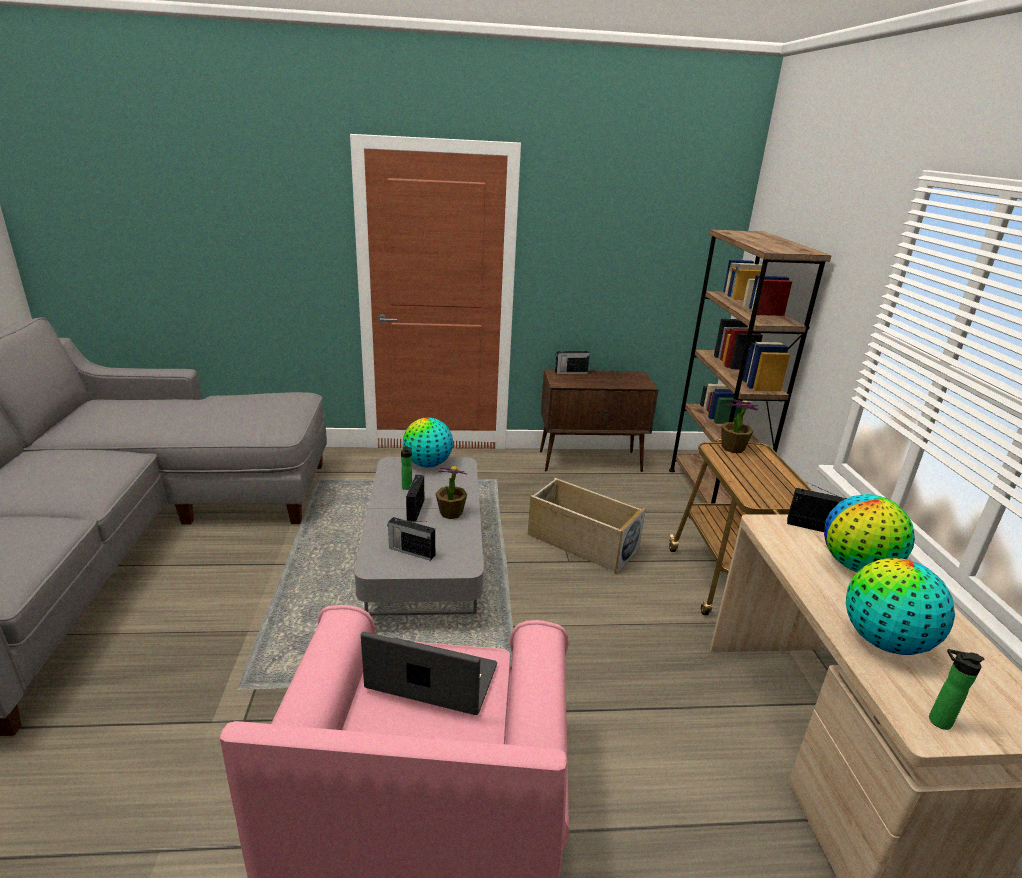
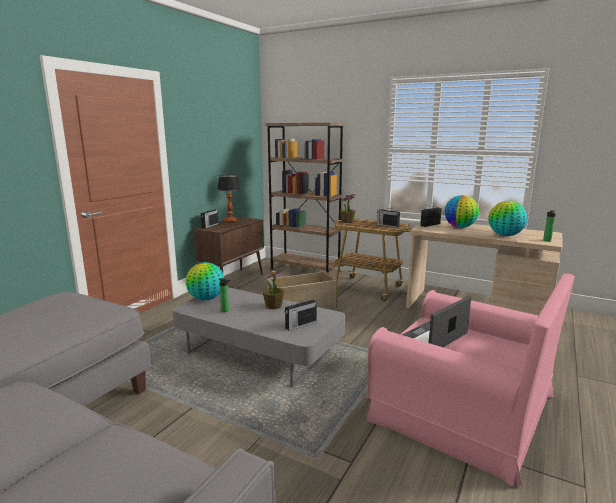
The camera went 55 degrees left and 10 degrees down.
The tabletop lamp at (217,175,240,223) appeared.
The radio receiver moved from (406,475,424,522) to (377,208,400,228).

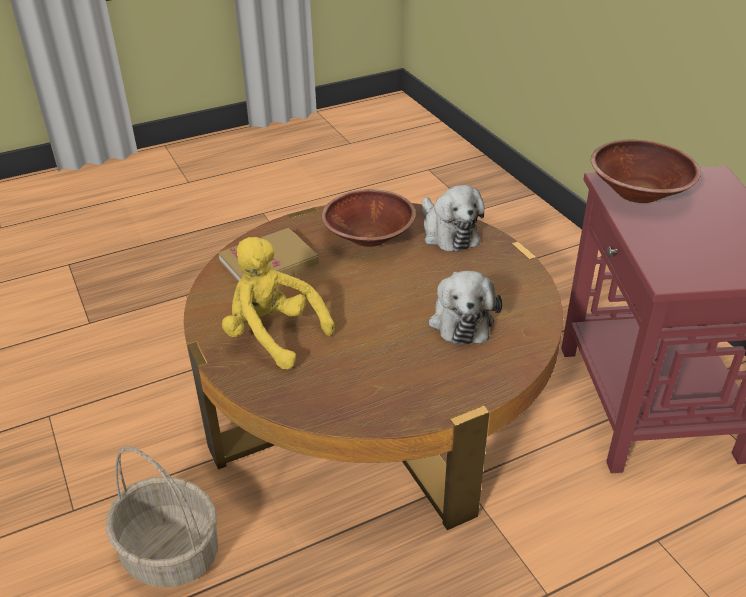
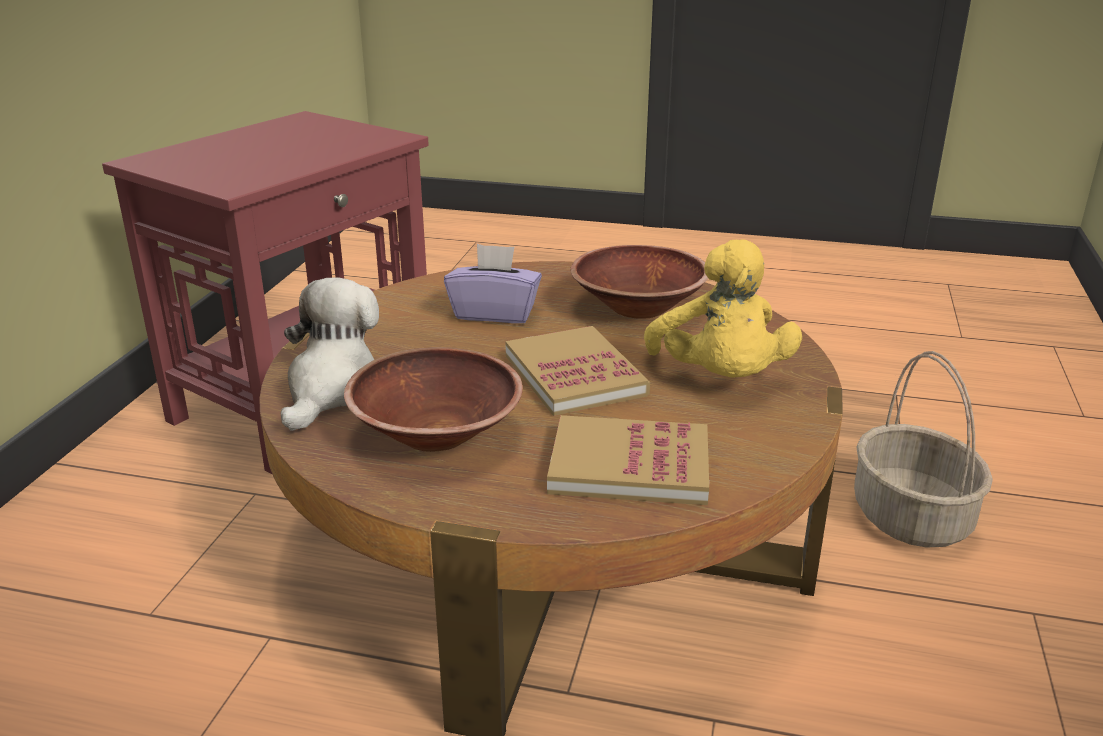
The camera went 140 degrees left and 10 degrees down.
The plush toy at (429,271,502,345) was replaced by the purplish tissue holder at (444,244,542,323).
The book at (505,326,650,416) appeared.
The brown deep dish moved from (591,140,701,203) to (570,245,708,319).

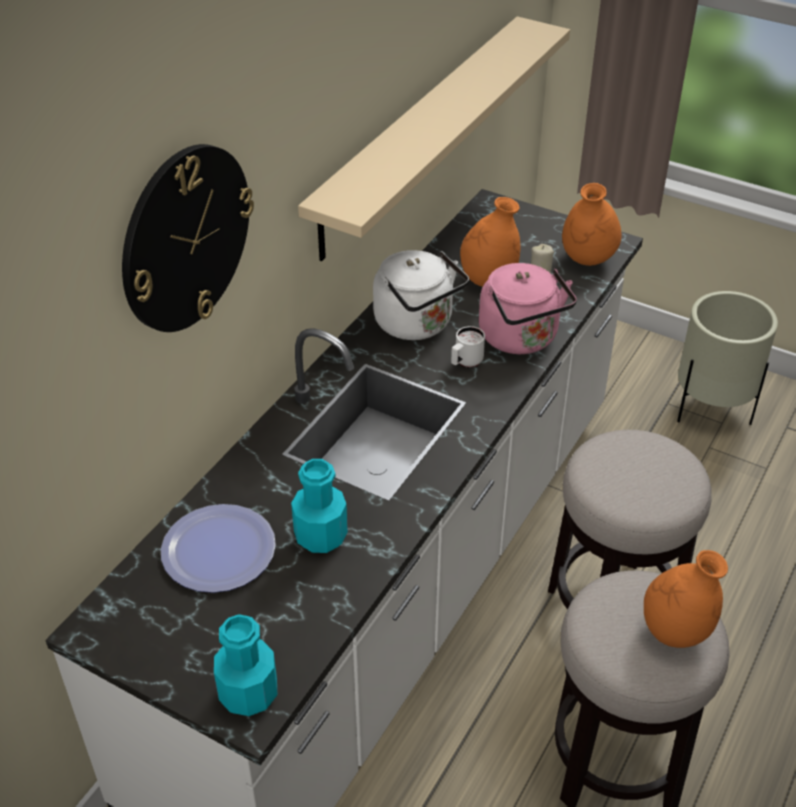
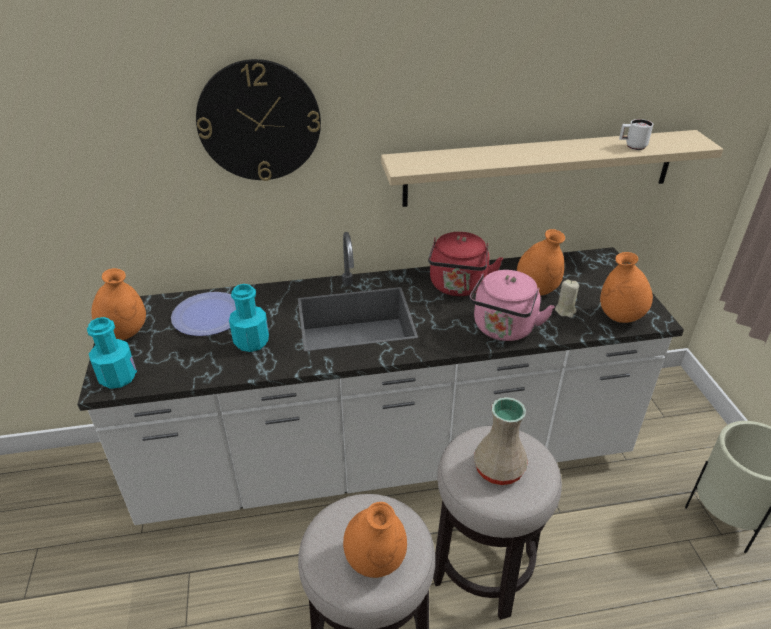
The camera went 50 degrees right and 5 degrees down.
The orange vase at (91,268,146,340) appeared.
The white water kettle at (373,250,469,340) became the reddish water kettle at (428,232,503,296).
The beige vase at (474,397,528,485) appeared.
The white mug moved from (451,326,485,368) to (619,119,653,150).

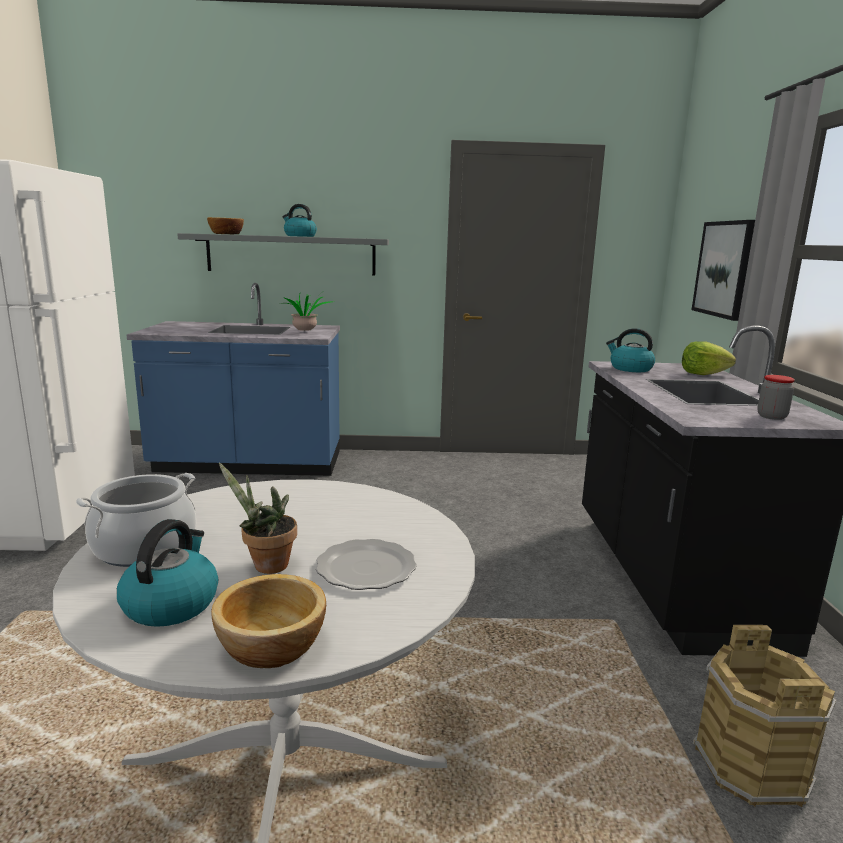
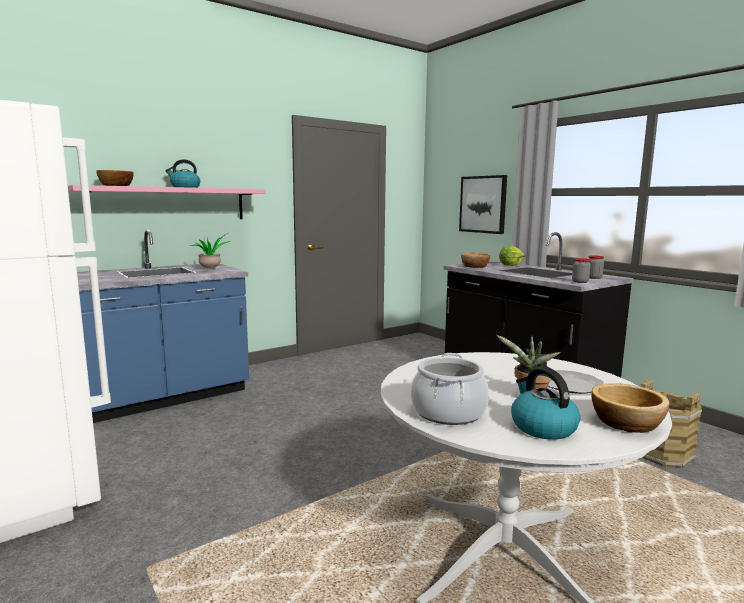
The camera went 35 degrees left and 5 degrees down.
The grey wall shelf at (177,233,389,276) became the pinkish wall shelf at (68,185,266,219).
The water kettle at (606,328,655,372) was replaced by the deep dish at (461,253,490,268).
The storage jar at (572,258,591,283) appeared.

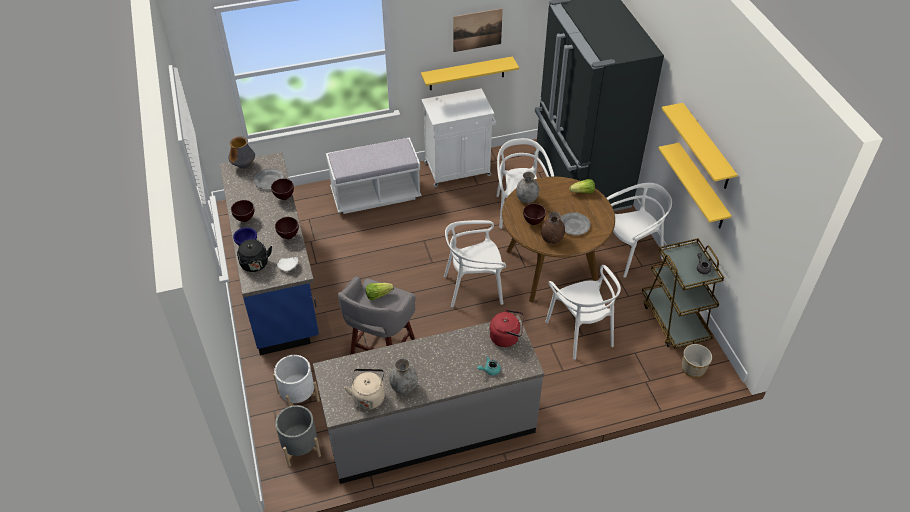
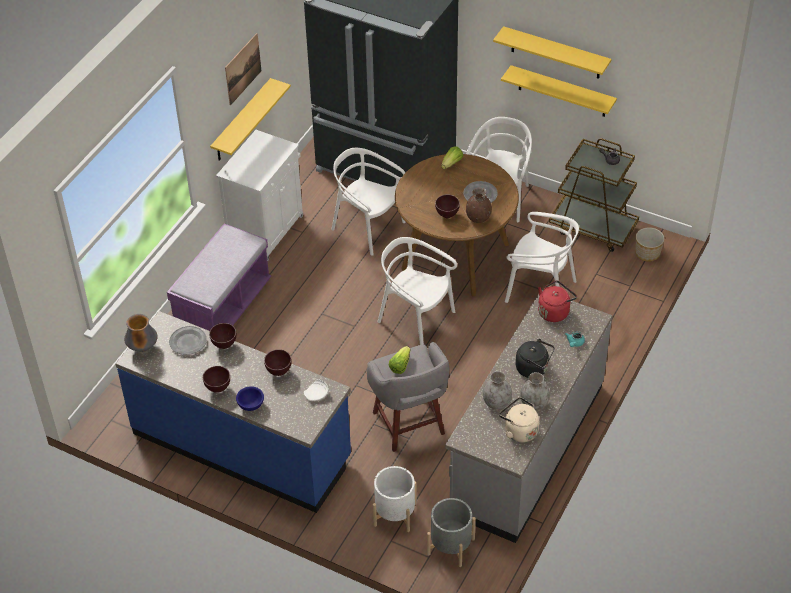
The camera went 45 degrees left and 0 degrees up.
The white bench at (326,137,421,214) became the purplish bench at (167,224,271,331).
The white chair at (444,220,506,307) turned 90 degrees clockwise.
The grey vase moved from (516,172,539,203) to (483,371,512,409).
The black-coloured water kettle moved from (237,239,272,272) to (516,339,554,378).

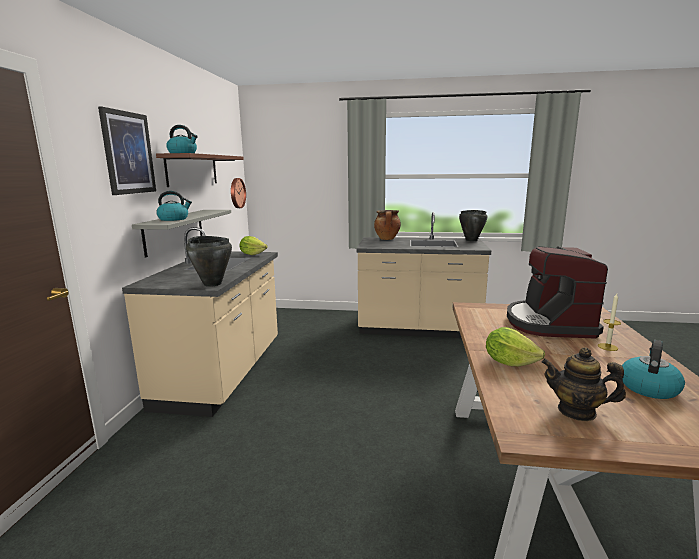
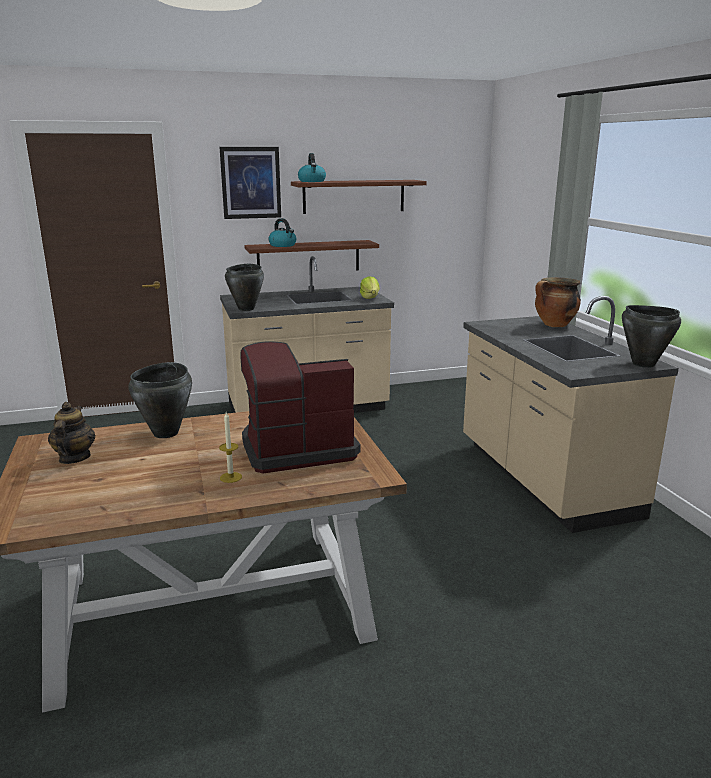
The camera went 65 degrees right and 5 degrees up.
The head of lettuce at (486,327,545,366) was replaced by the black-coloured cooking pot at (129,362,192,438).
The grey wall shelf at (132,210,231,258) became the brown wall shelf at (244,240,379,271).
The hanging clock at (231,178,246,208) disappeared.
The water kettle at (622,340,685,399) disappeared.

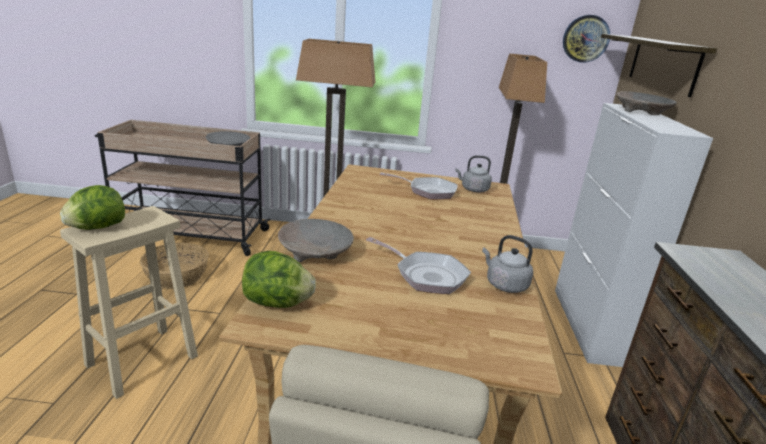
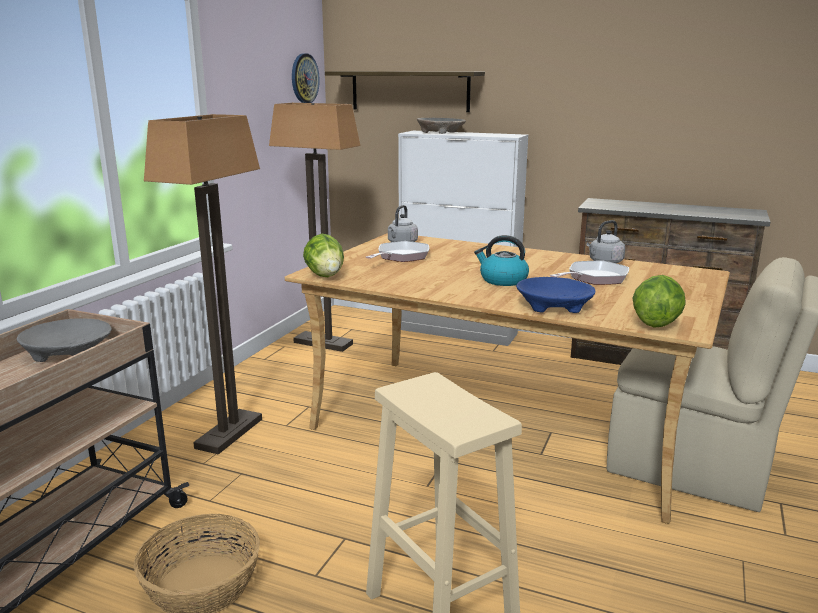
The camera went 70 degrees left and 5 degrees down.
The head of lettuce moved from (60,185,125,230) to (303,233,344,277).
The water kettle at (474,235,529,286) appeared.
The beige deep dish at (278,219,354,262) became the bluish deep dish at (516,277,595,313).

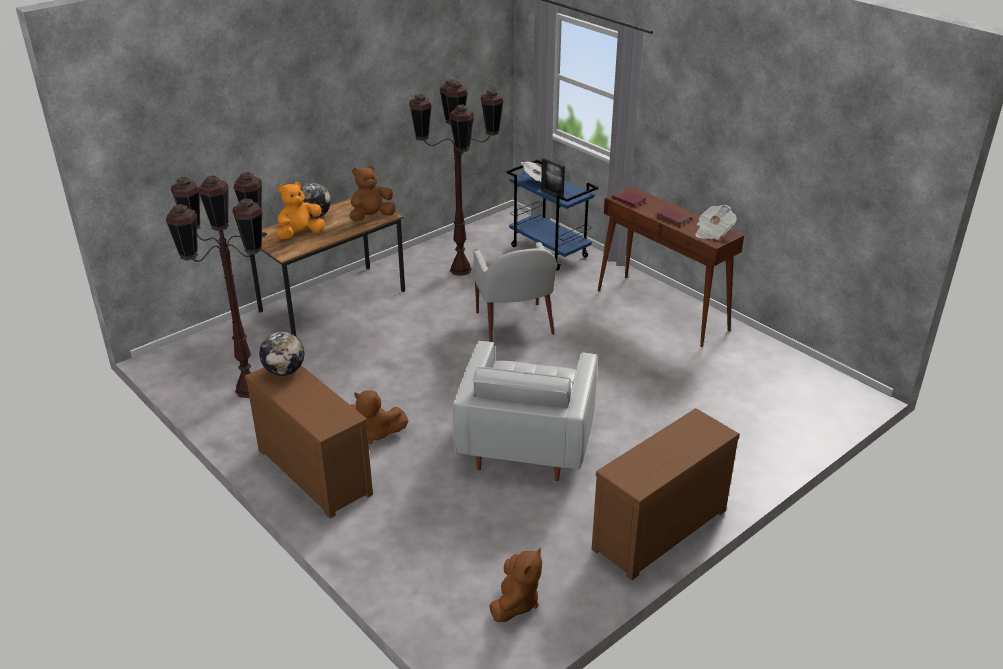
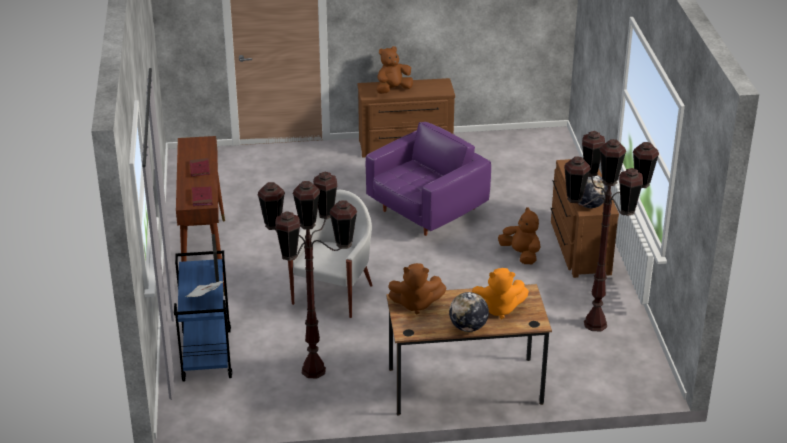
The camera went 145 degrees left and 0 degrees up.
The white easy chair at (453,341,597,481) became the purplish easy chair at (366,122,491,236).
The brown plush toy moved from (489,548,542,622) to (377,46,413,94).
The printed paper at (695,205,737,240) disappeared.

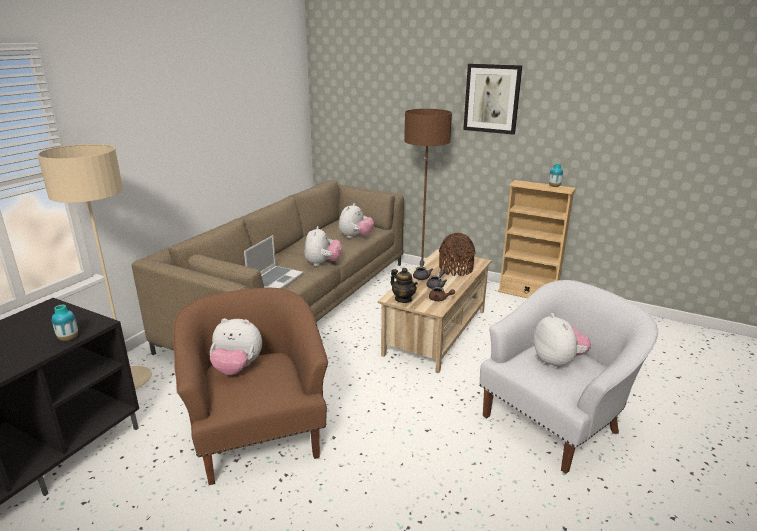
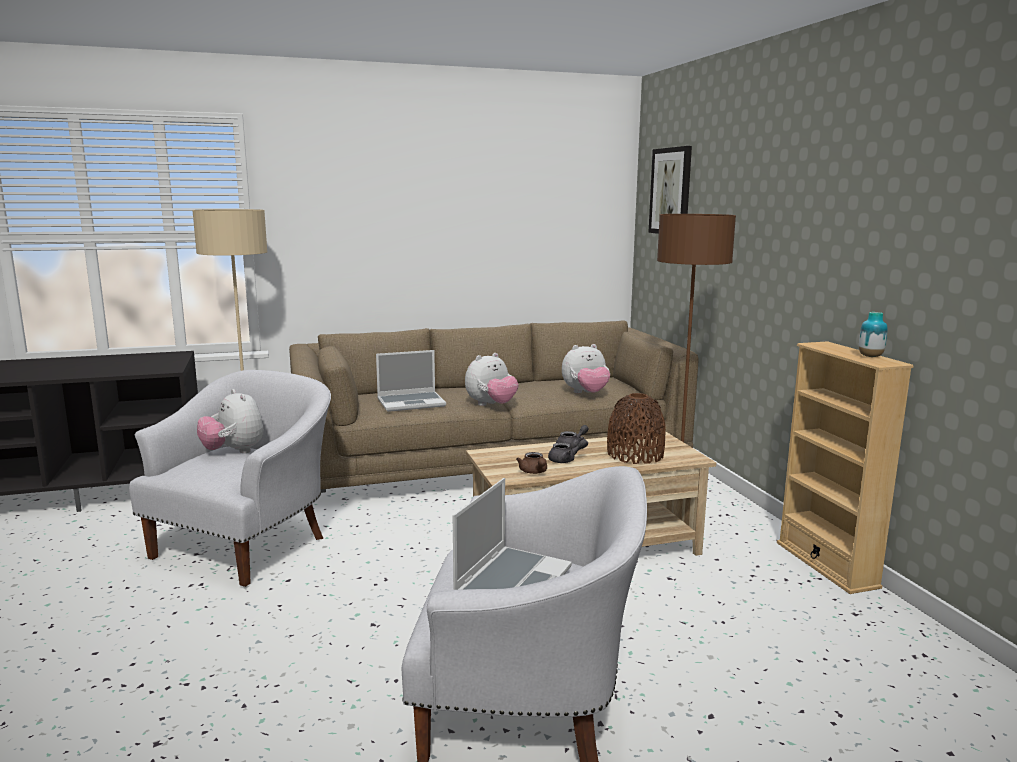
The camera went 45 degrees right and 10 degrees down.
The brown easy chair at (173,288,328,485) became the white easy chair at (129,370,331,587).
The plush toy at (534,313,591,369) was replaced by the notebook computer at (453,478,572,590).
The wall picture moved from (463,63,522,135) to (648,146,692,234).
The vase at (52,305,78,341) disappeared.
The tea pot at (391,268,418,303) disappeared.

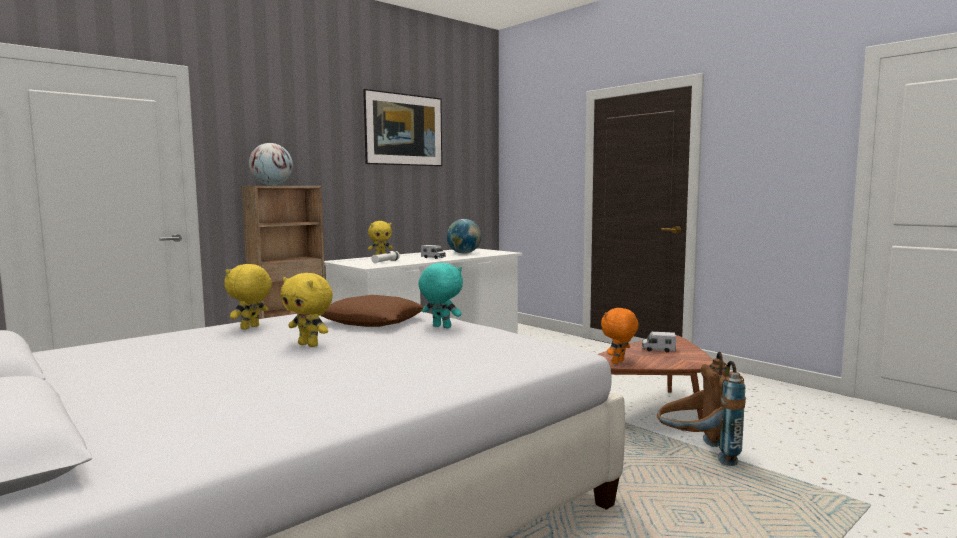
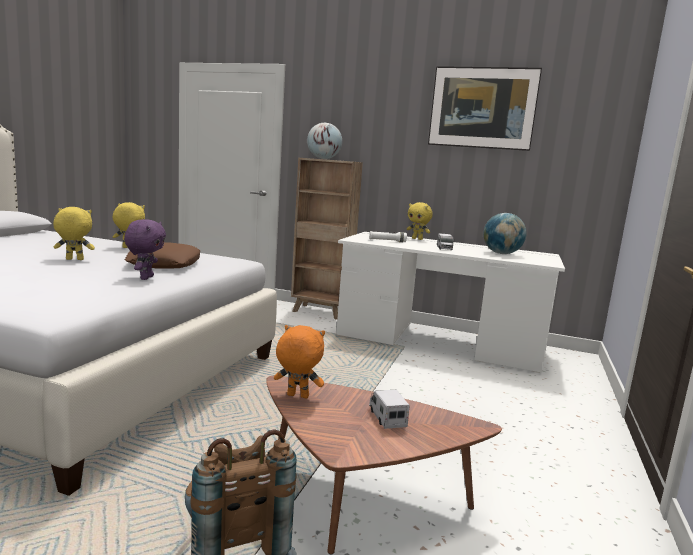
The camera went 60 degrees right and 5 degrees up.
The yellow plush toy at (281,273,333,347) turned 75 degrees clockwise.
The turquoise-coloured plush toy at (418,263,463,328) became the purplish plush toy at (124,219,166,280).

